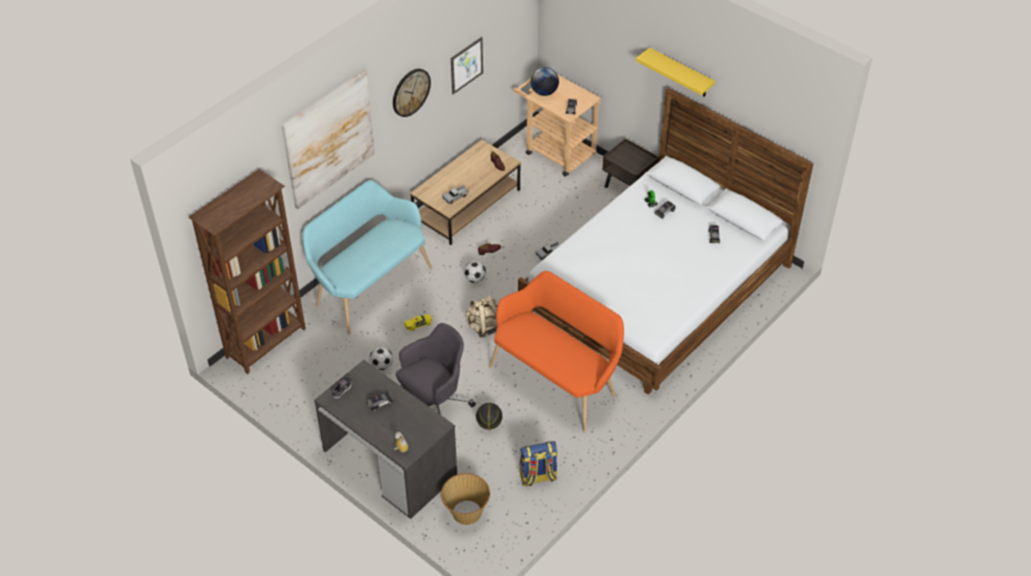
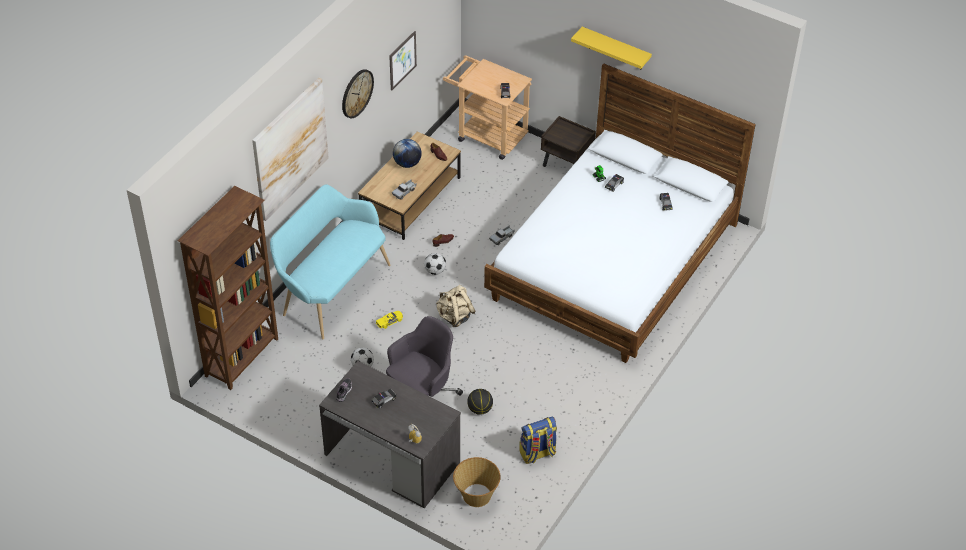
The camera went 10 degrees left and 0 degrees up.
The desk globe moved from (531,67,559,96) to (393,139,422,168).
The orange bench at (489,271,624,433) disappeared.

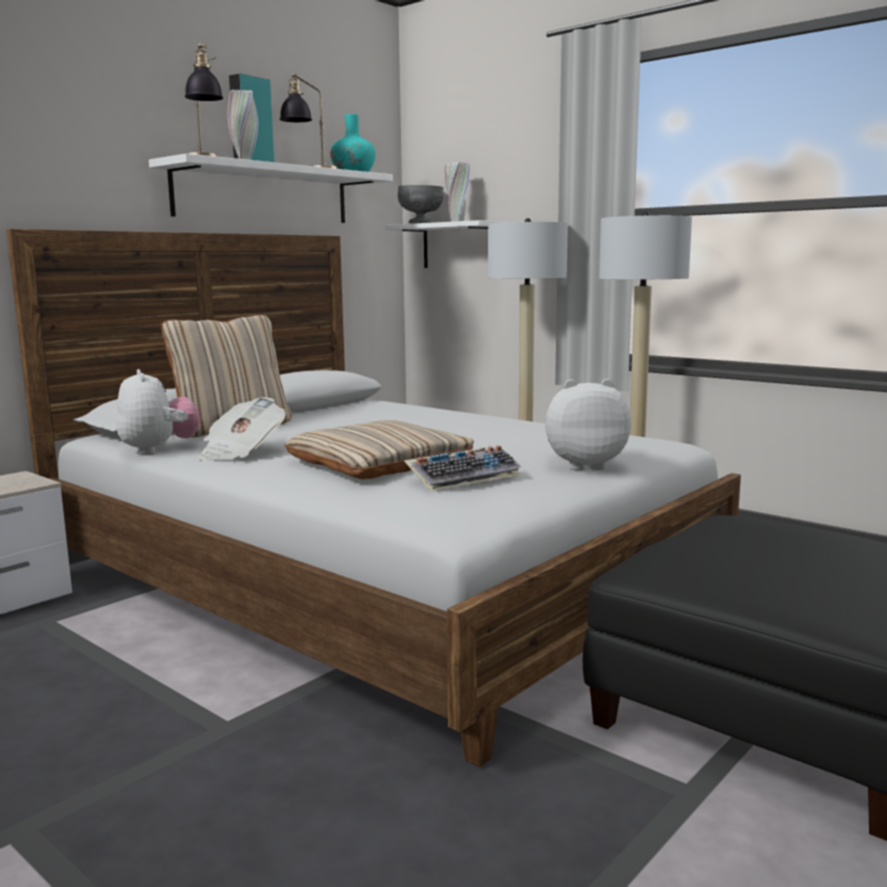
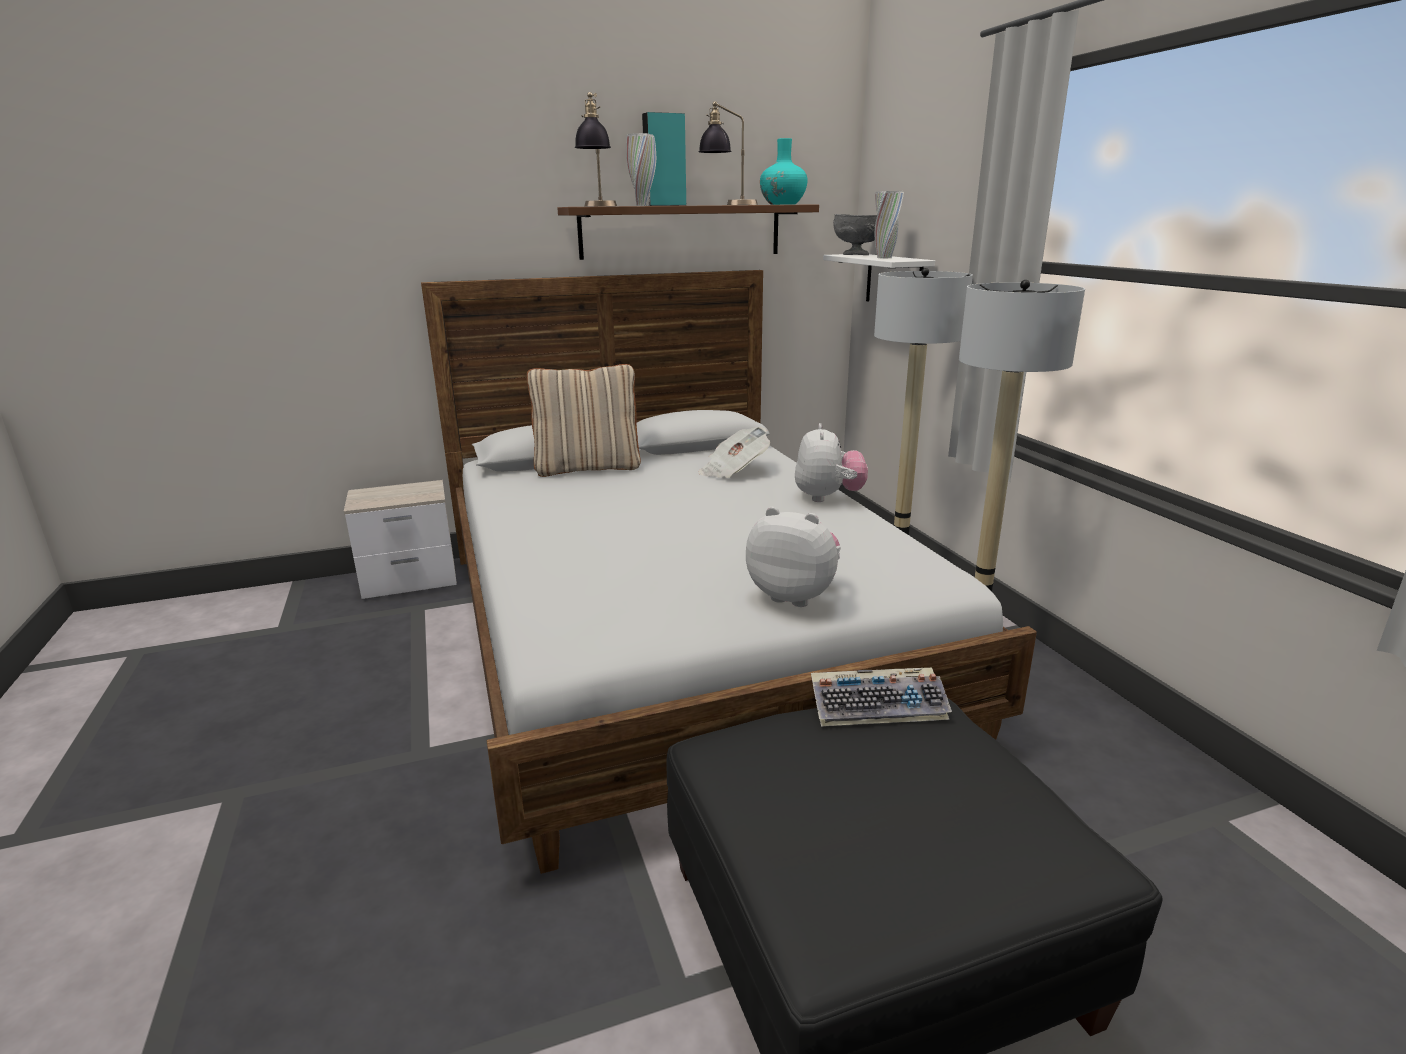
The camera went 30 degrees right and 10 degrees up.
The white wall shelf at (149,153,393,223) became the brown wall shelf at (557,204,819,260).
The printed paper moved from (198,397,286,461) to (698,427,770,478).
The plush toy moved from (116,369,200,454) to (795,423,868,502).
The computer keyboard moved from (404,445,522,492) to (811,668,952,727).
The beige pillow at (284,420,474,479) disappeared.

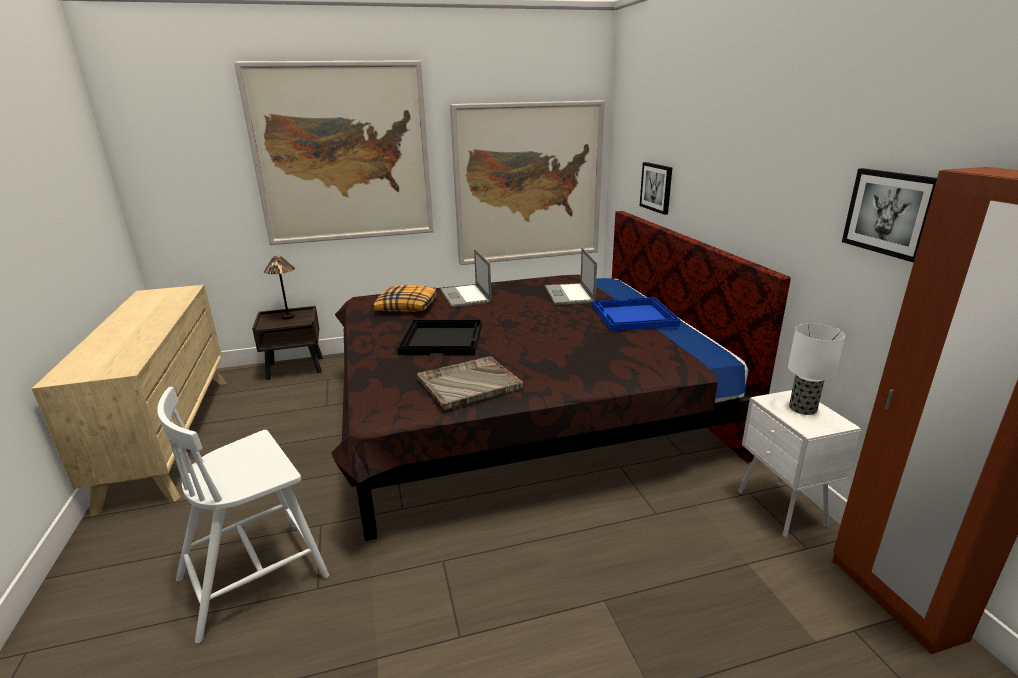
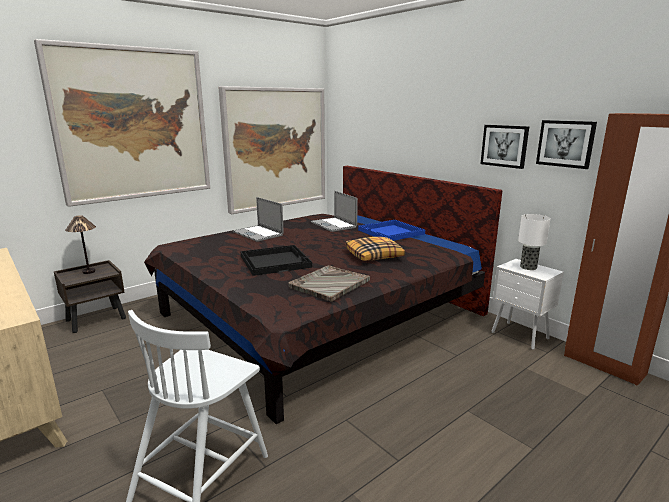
The camera went 25 degrees left and 5 degrees down.
The pillow moved from (374,285,437,312) to (346,237,405,261).
The wall picture moved from (640,162,672,215) to (480,125,529,169).

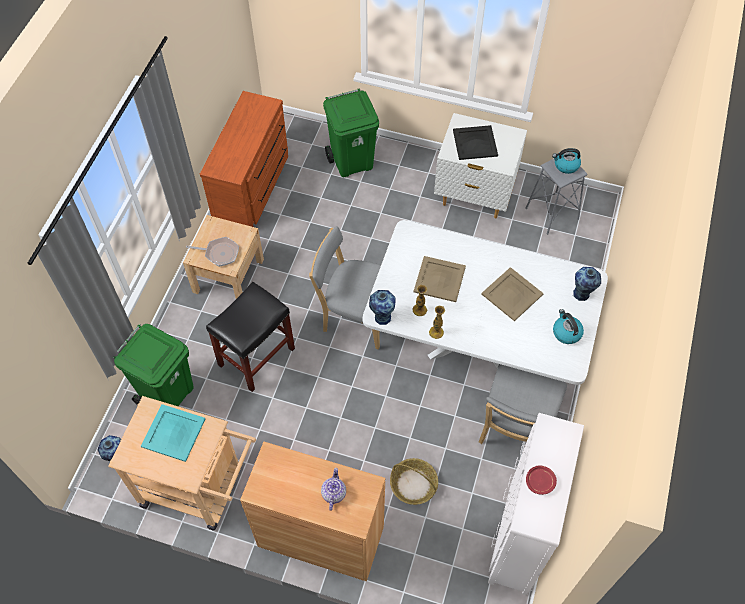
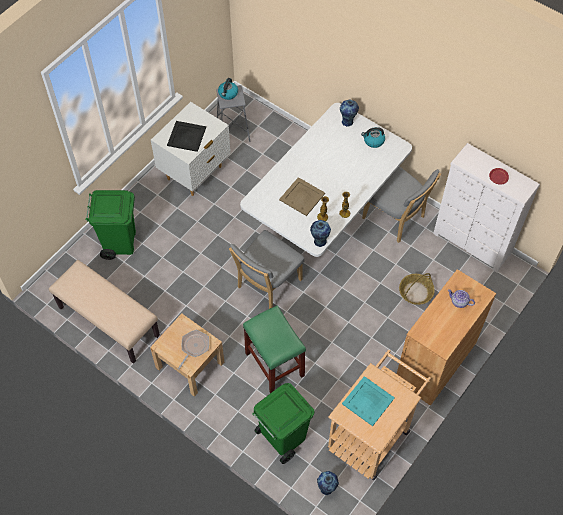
The camera went 70 degrees left and 0 degrees up.
The brown drawer chest at (200,91,288,227) was replaced by the beige bench at (49,260,160,364).
The black-coloured stool seat at (206,282,295,392) became the green stool seat at (243,305,306,393).
The beige tray at (481,267,544,321) disappeared.

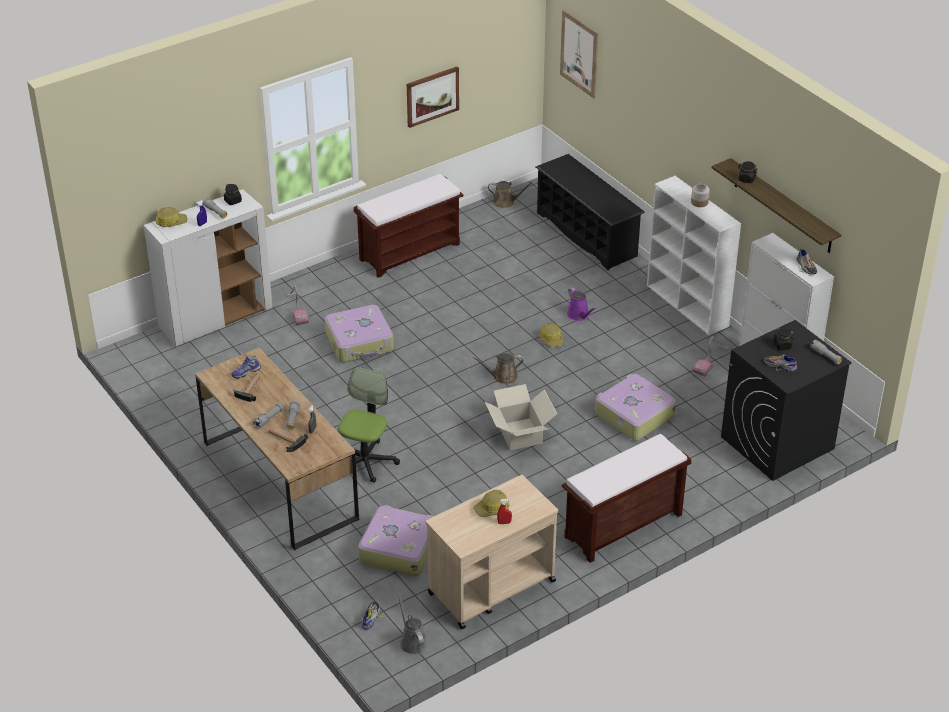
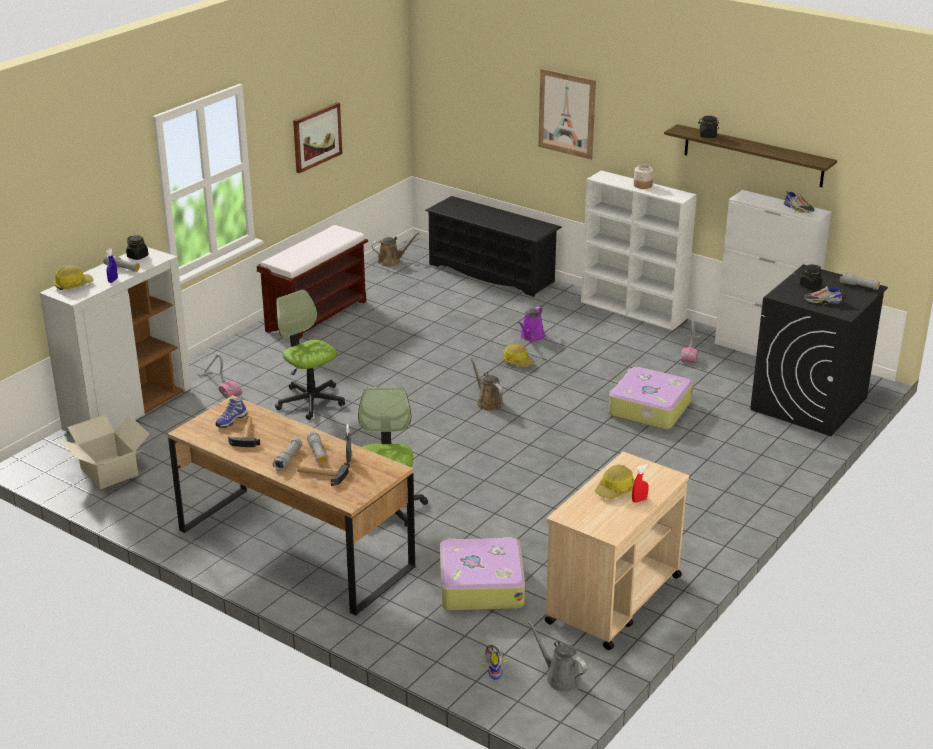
The camera went 20 degrees left and 10 degrees down.
The carton moved from (485,384,557,450) to (59,415,149,489).
The piece of luggage at (324,305,394,362) was replaced by the office chair at (275,290,345,420).
The brown sprinkling can at (472,353,523,384) turned 90 degrees clockwise.
The purplish sprinkling can at (567,288,596,321) turned 75 degrees clockwise.
The wall picture moved from (560,10,599,98) to (538,69,596,160).
The brown bench at (562,434,691,563) disappeared.

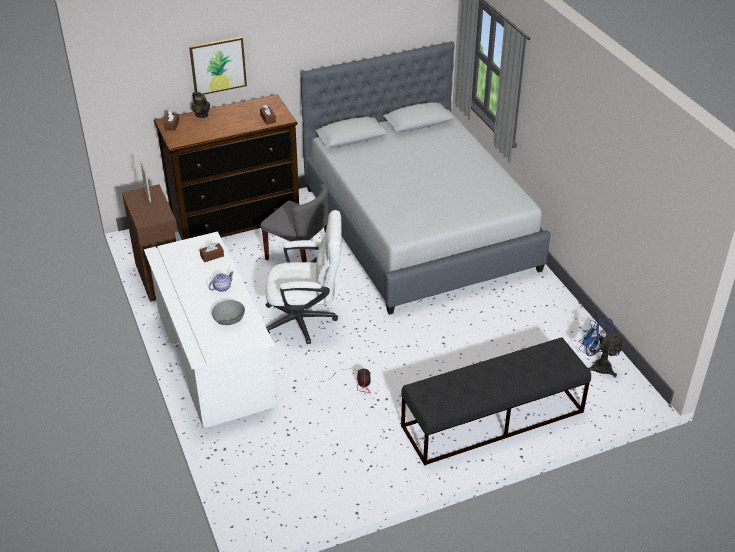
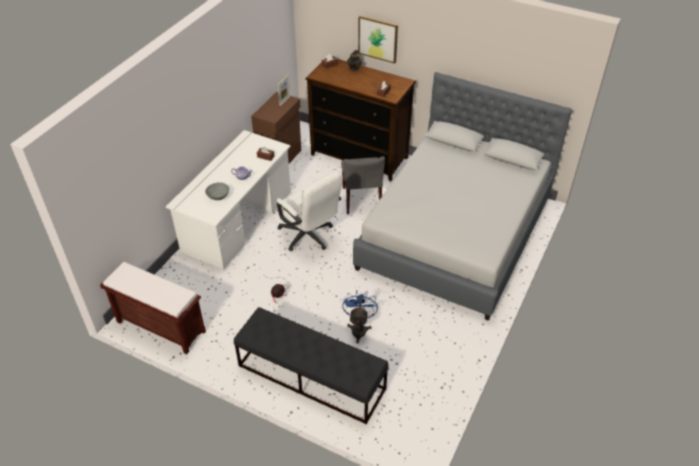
The camera went 50 degrees right and 5 degrees up.
The brown bench at (100,262,206,354) appeared.
The bluish fan moved from (579,315,624,378) to (342,290,378,343).

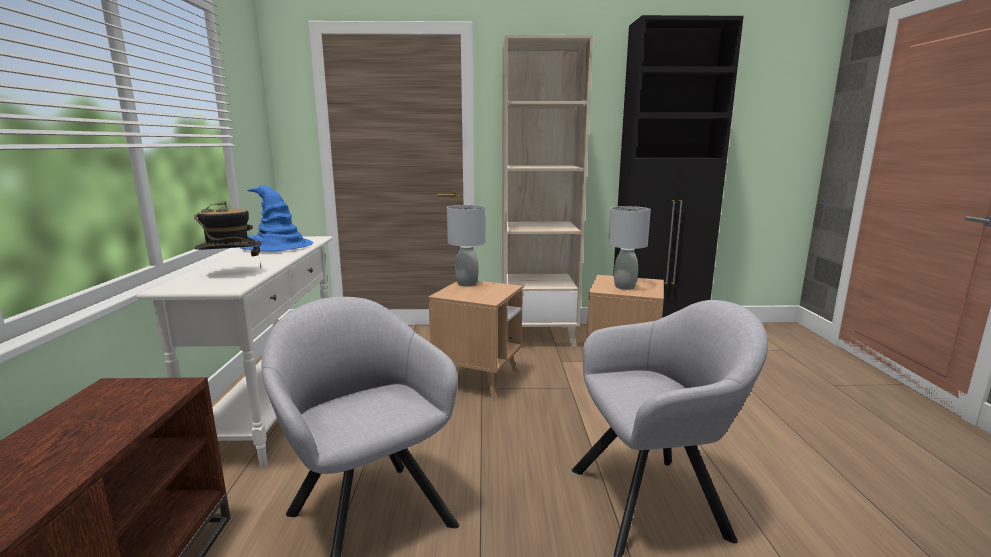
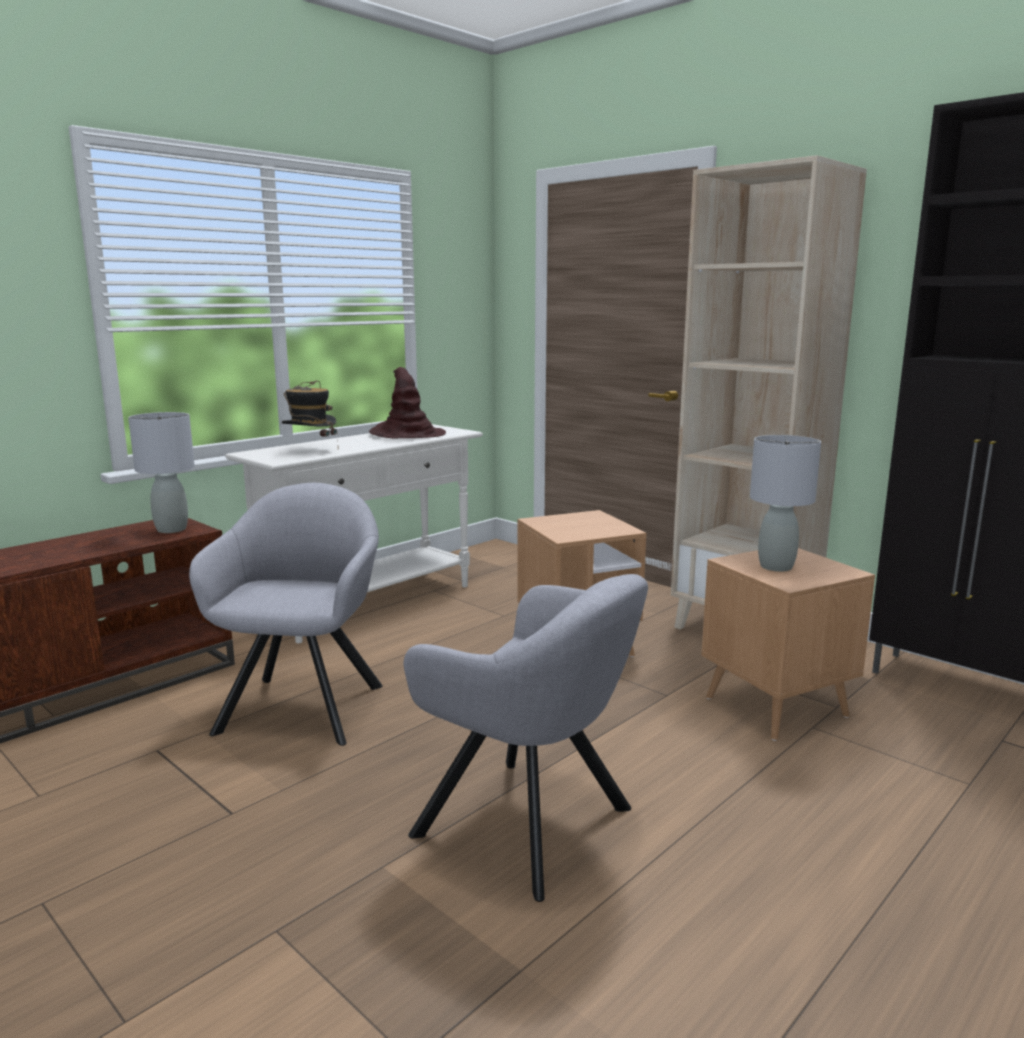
The camera went 45 degrees right and 0 degrees up.
The grey tabletop lamp moved from (447,205,485,287) to (128,412,195,533).
The bluish wearable hat at (239,185,314,251) became the brown wearable hat at (369,367,446,438).

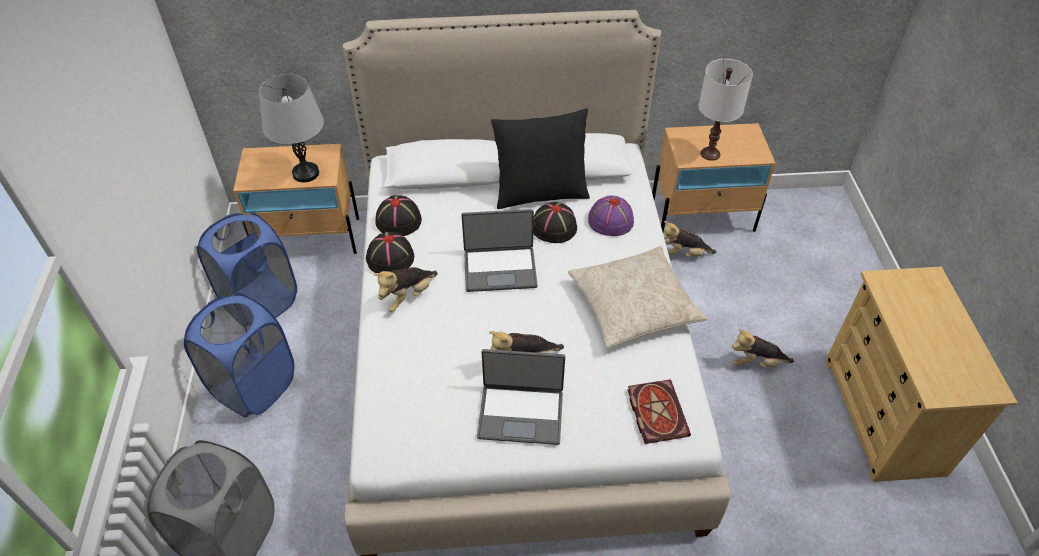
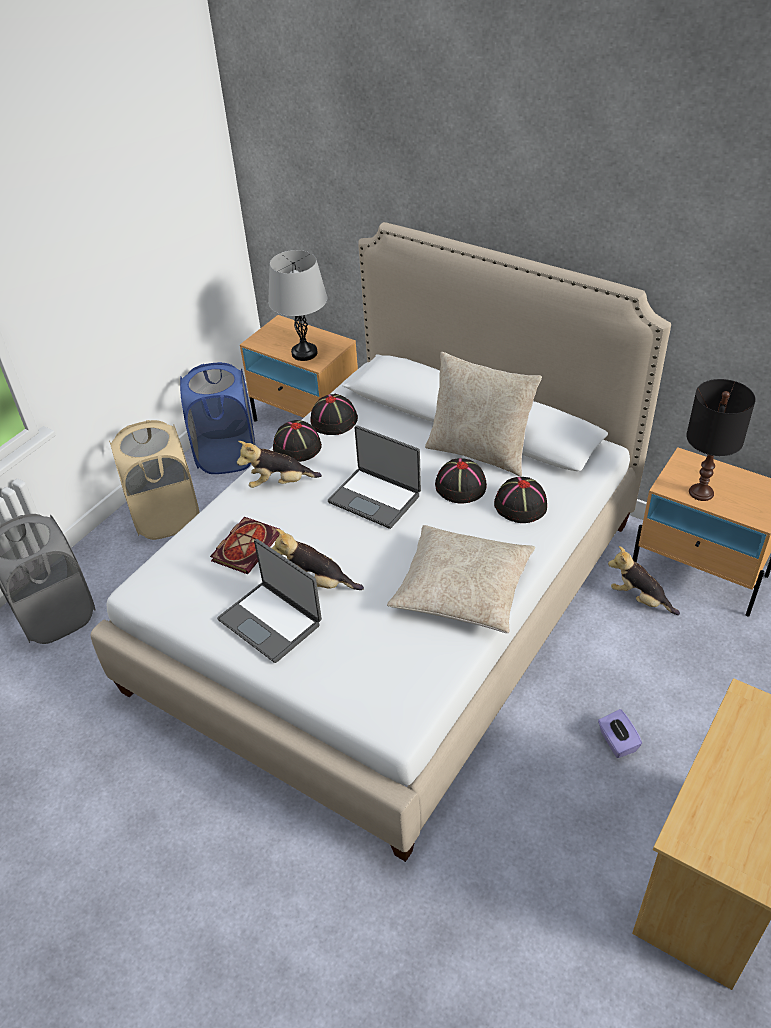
The camera went 40 degrees right and 5 degrees down.
The bluish washing basket at (184,293,294,417) became the beige washing basket at (109,420,200,540).
The book moved from (627,379,691,444) to (210,517,279,574).
The black-coloured pillow at (491,108,590,209) became the beige pillow at (425,352,542,476).
The purplish wearable hat at (588,196,634,236) became the black-coloured wearable hat at (494,477,547,523).
The plush toy at (732,328,794,367) was replaced by the purplish tissue holder at (598,709,642,758).
The white tabletop lamp at (699,59,753,161) became the black-coloured tabletop lamp at (686,379,756,501).

